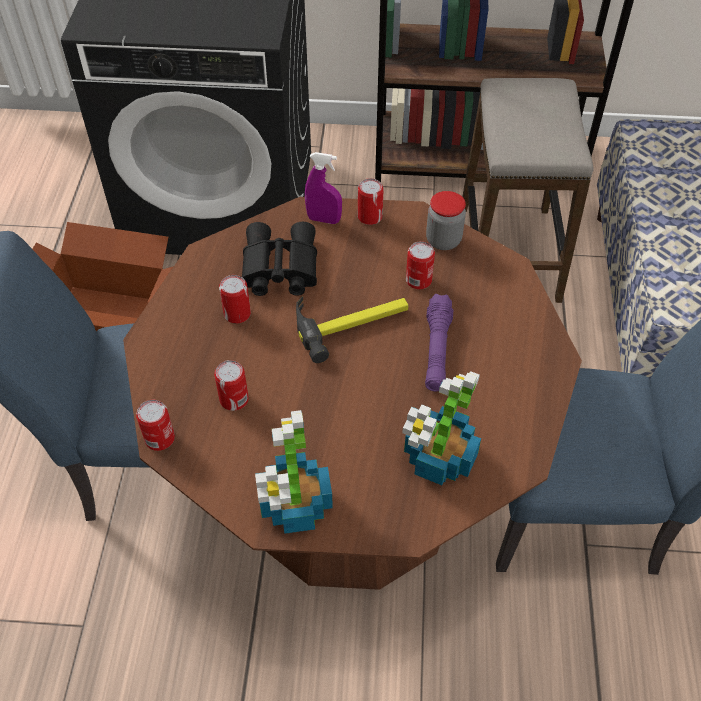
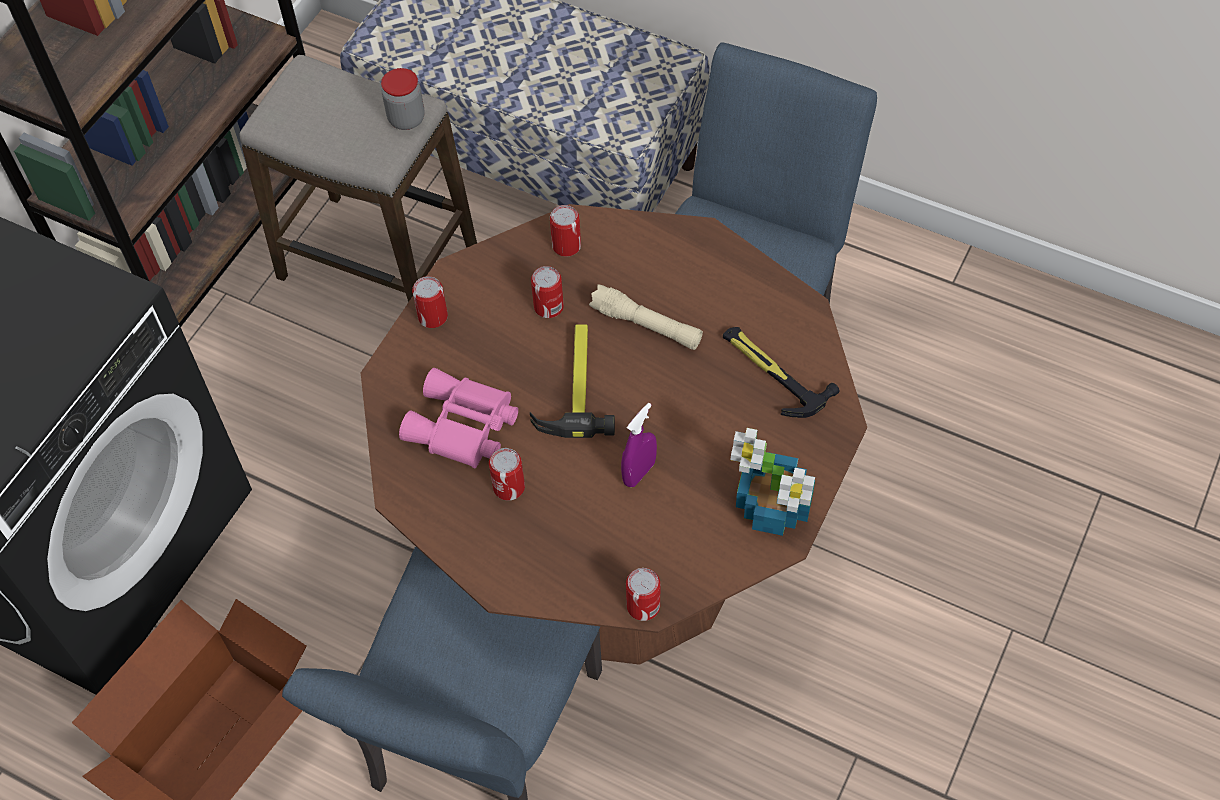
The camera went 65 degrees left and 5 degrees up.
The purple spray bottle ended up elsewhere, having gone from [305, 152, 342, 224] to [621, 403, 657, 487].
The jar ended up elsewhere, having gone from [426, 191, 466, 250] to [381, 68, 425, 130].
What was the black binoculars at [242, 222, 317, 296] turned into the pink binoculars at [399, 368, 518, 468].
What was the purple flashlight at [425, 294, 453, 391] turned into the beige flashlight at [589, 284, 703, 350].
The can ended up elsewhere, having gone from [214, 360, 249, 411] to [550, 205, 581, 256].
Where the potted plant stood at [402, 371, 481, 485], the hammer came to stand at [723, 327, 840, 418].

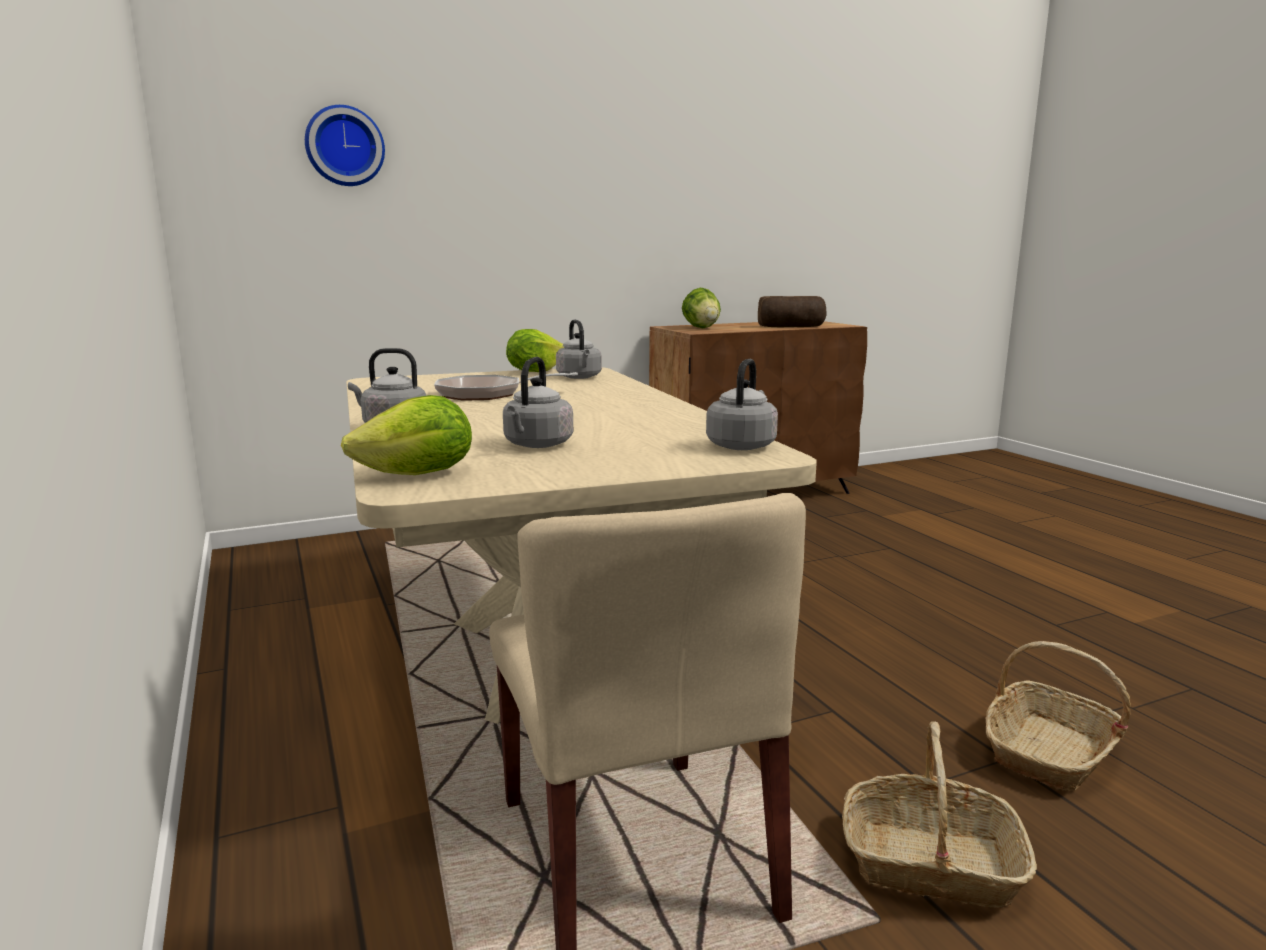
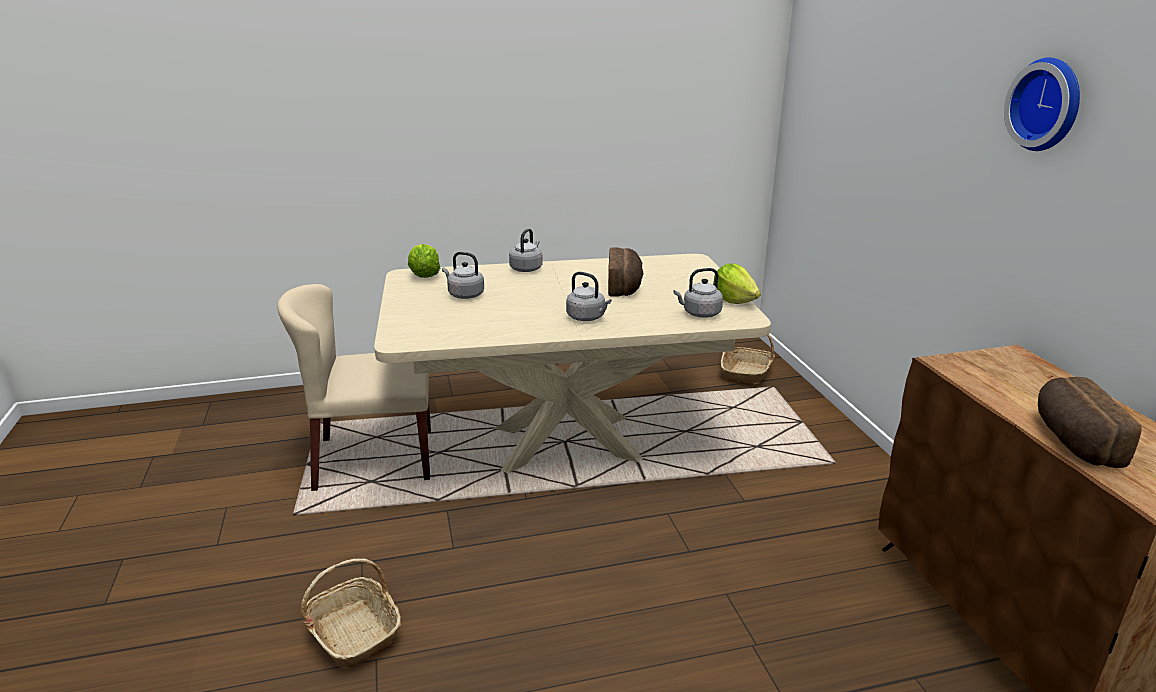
The camera went 100 degrees right and 10 degrees up.
The wall clock ended up elsewhere, having gone from [305, 105, 385, 186] to [1004, 57, 1080, 151].
The second view lost the lettuce at [682, 288, 721, 328].
The grey kettle ended up elsewhere, having gone from [706, 359, 778, 450] to [566, 272, 611, 321].
Where the frying pan stood at [434, 372, 578, 400], the bread came to stand at [608, 247, 643, 297].
The basket ended up elsewhere, having gone from [842, 721, 1037, 909] to [721, 335, 775, 386].

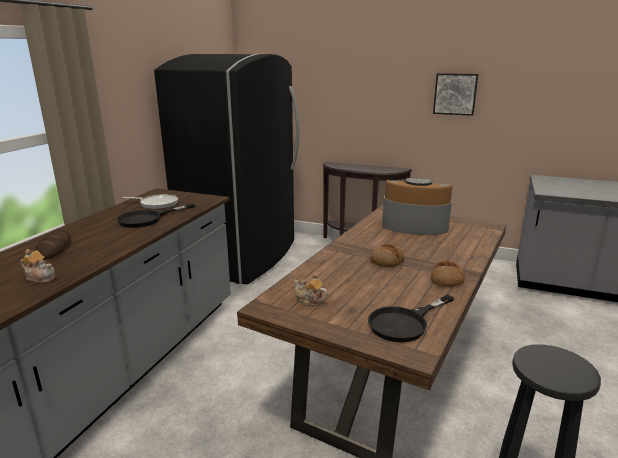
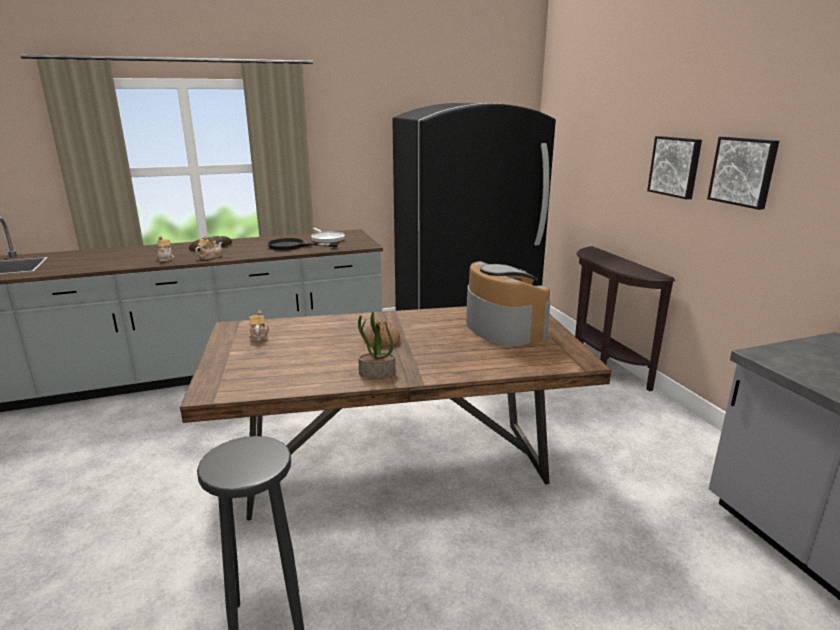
The camera went 50 degrees right and 0 degrees up.
Where the bread stood at [431, 261, 465, 287], the potted plant came to stand at [358, 312, 395, 379].
The second view lost the black frying pan at [368, 295, 454, 342].
The second view gained the picture at [647, 136, 702, 199].
The second view gained the teapot at [195, 236, 222, 259].

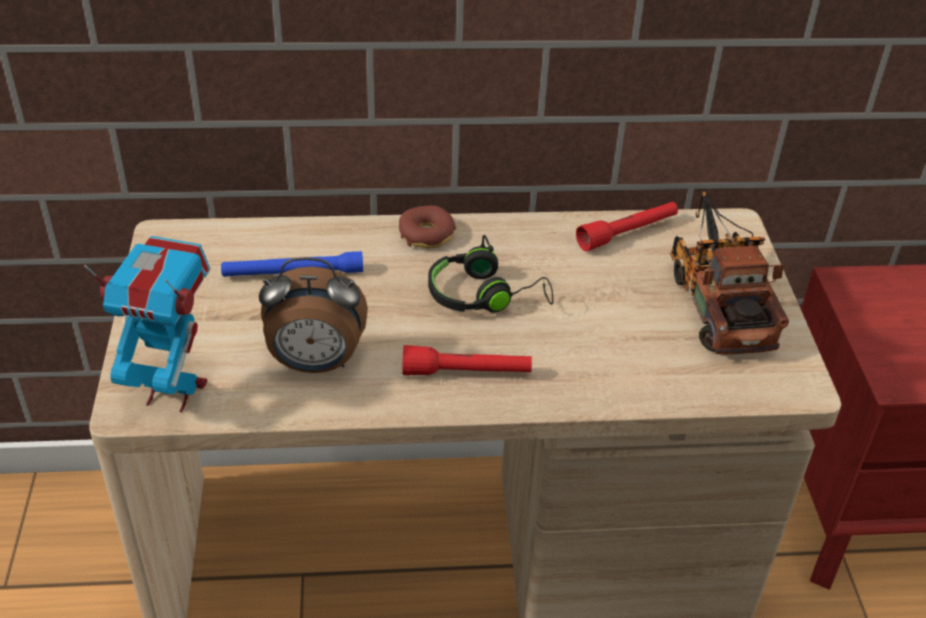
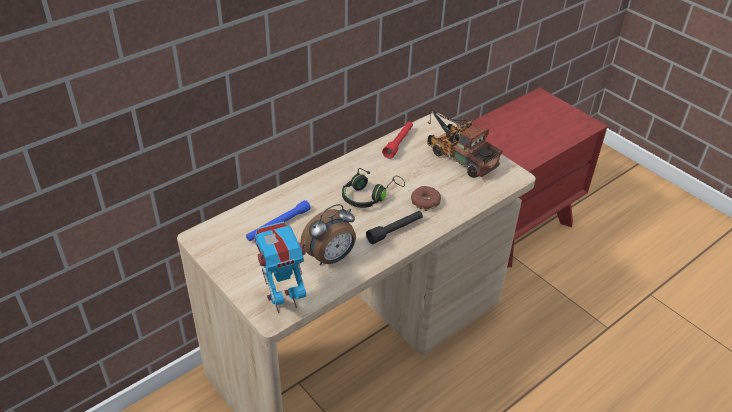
The camera went 35 degrees left and 0 degrees up.
The donut ended up elsewhere, having gone from [399, 205, 456, 248] to [411, 186, 441, 211].
What was the red flashlight at [402, 345, 532, 375] turned into the black flashlight at [366, 211, 423, 245].

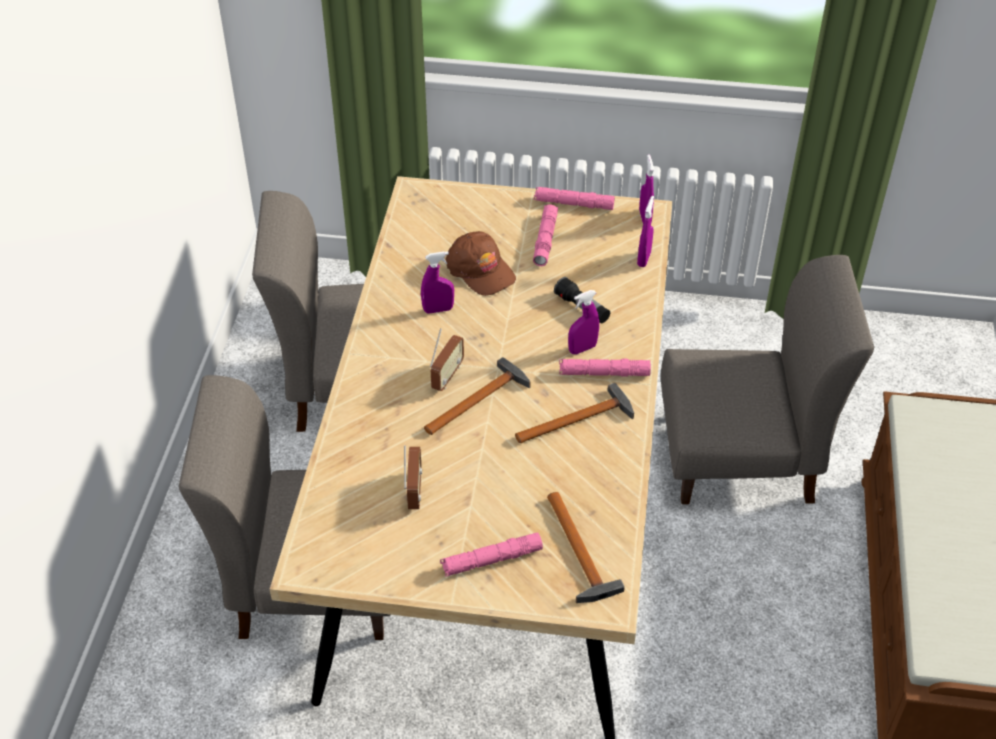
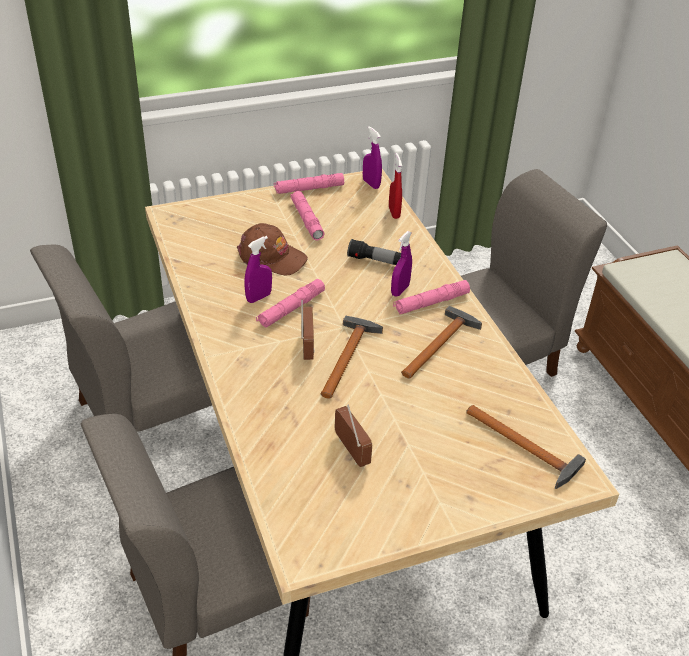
The camera went 30 degrees left and 5 degrees down.
What was the purple spray bottle at [637, 196, 654, 267] turned into the red spray bottle at [389, 153, 402, 219].
The pink flashlight ended up elsewhere, having gone from [440, 532, 543, 577] to [256, 279, 325, 327].

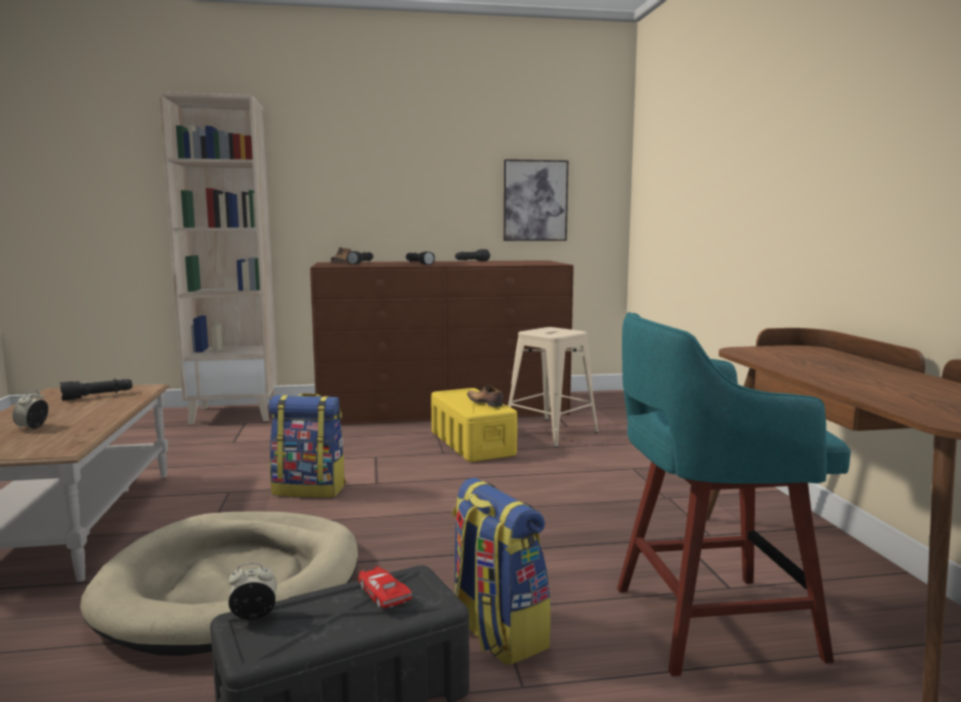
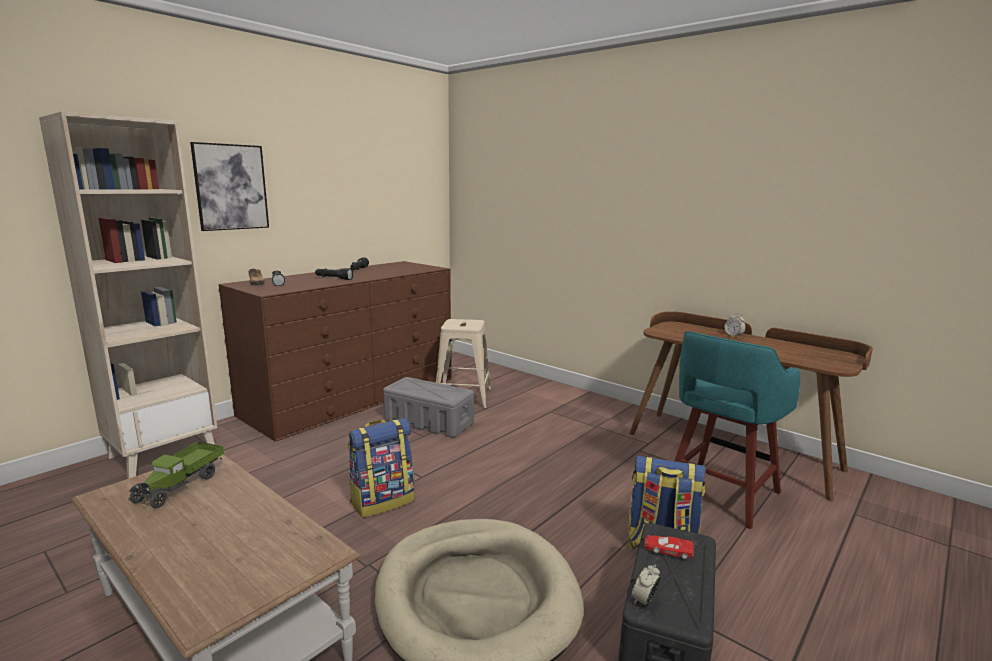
The camera went 40 degrees left and 5 degrees up.
The picture ended up elsewhere, having gone from [504, 159, 568, 241] to [190, 142, 269, 231].
Where the black flashlight stood at [60, 379, 132, 401], the toy truck came to stand at [128, 442, 224, 508].
The second view lost the shoe at [467, 385, 503, 407].
What was the yellow storage box at [431, 388, 517, 462] turned into the grey storage box at [383, 377, 474, 438].
The alarm clock ended up elsewhere, having gone from [13, 389, 48, 430] to [725, 313, 746, 338].

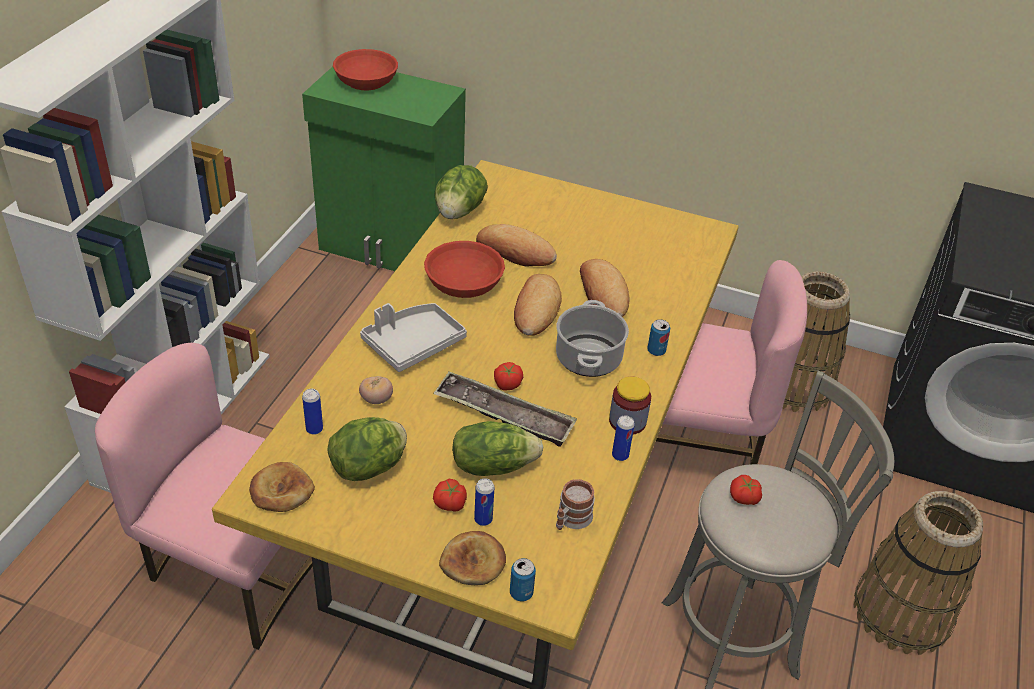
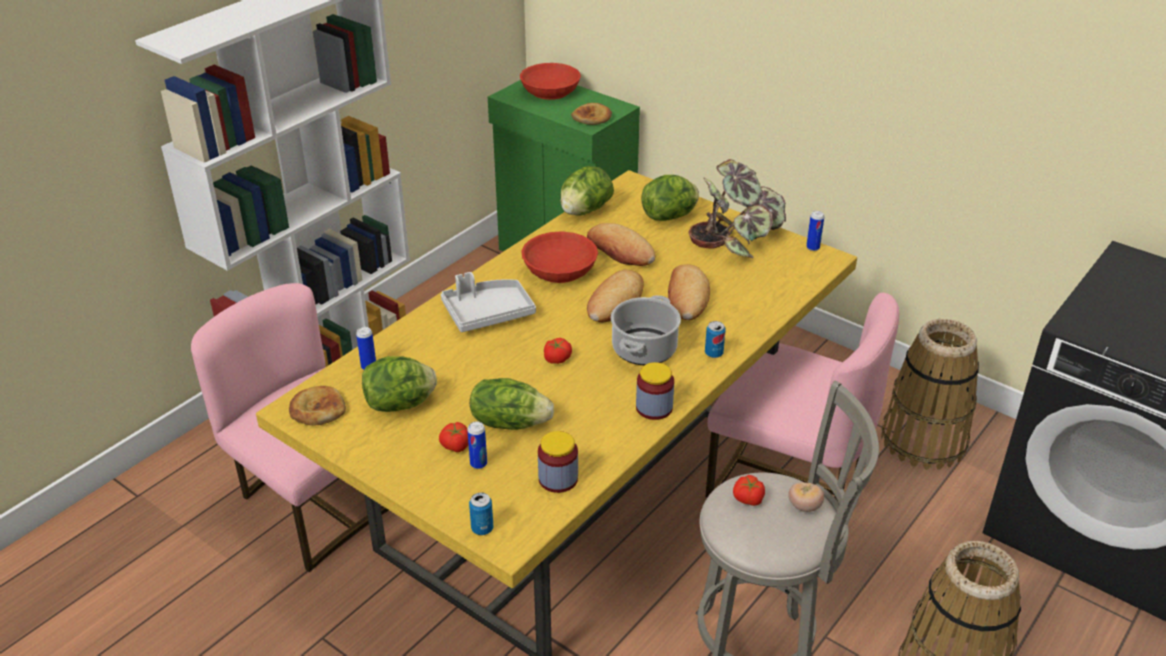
The camera went 20 degrees right and 5 degrees down.
The second view lost the tray at [433, 372, 577, 447].
The tomato ended up elsewhere, having gone from [359, 376, 393, 404] to [788, 482, 824, 512].
The can ended up elsewhere, having gone from [612, 415, 635, 461] to [806, 211, 824, 251].
Where the mug stood at [556, 479, 595, 530], the jar came to stand at [538, 431, 578, 493].
The bread ended up elsewhere, having gone from [439, 531, 506, 585] to [571, 103, 612, 125].
The second view gained the potted plant at [688, 159, 786, 258].
The second view gained the lettuce at [641, 175, 699, 221].

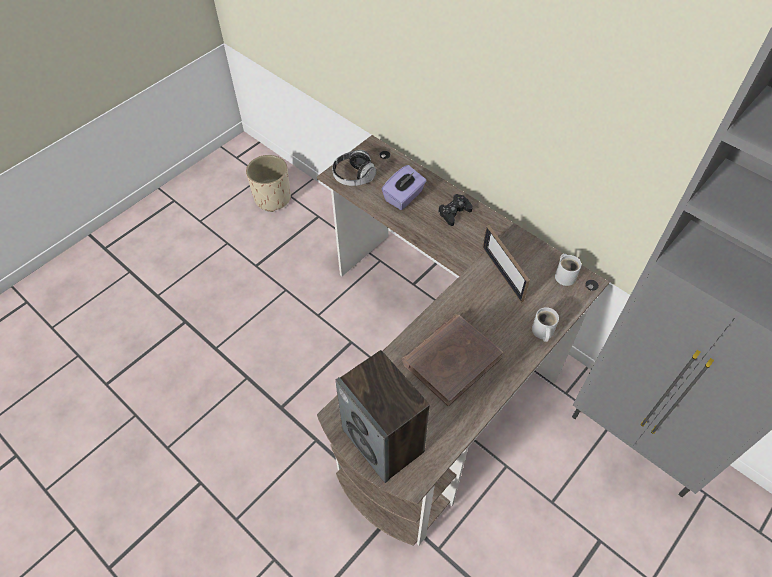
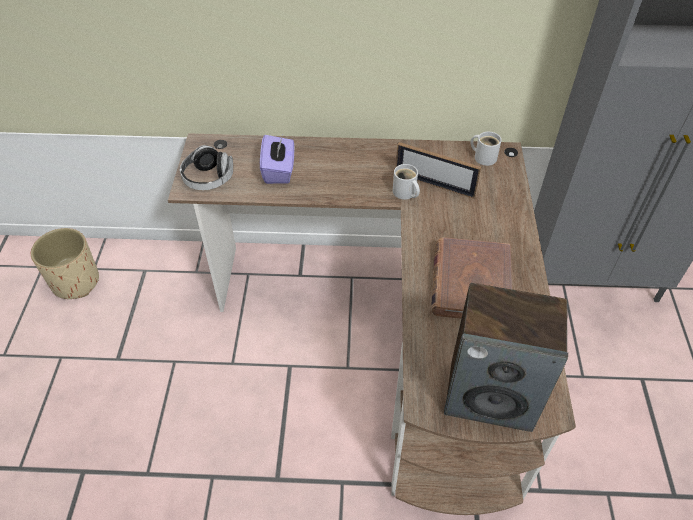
The camera went 40 degrees left and 5 degrees down.
The second view lost the black game controller at [438, 194, 473, 226].
The white mug ended up elsewhere, having gone from [532, 307, 559, 342] to [393, 164, 420, 200].

